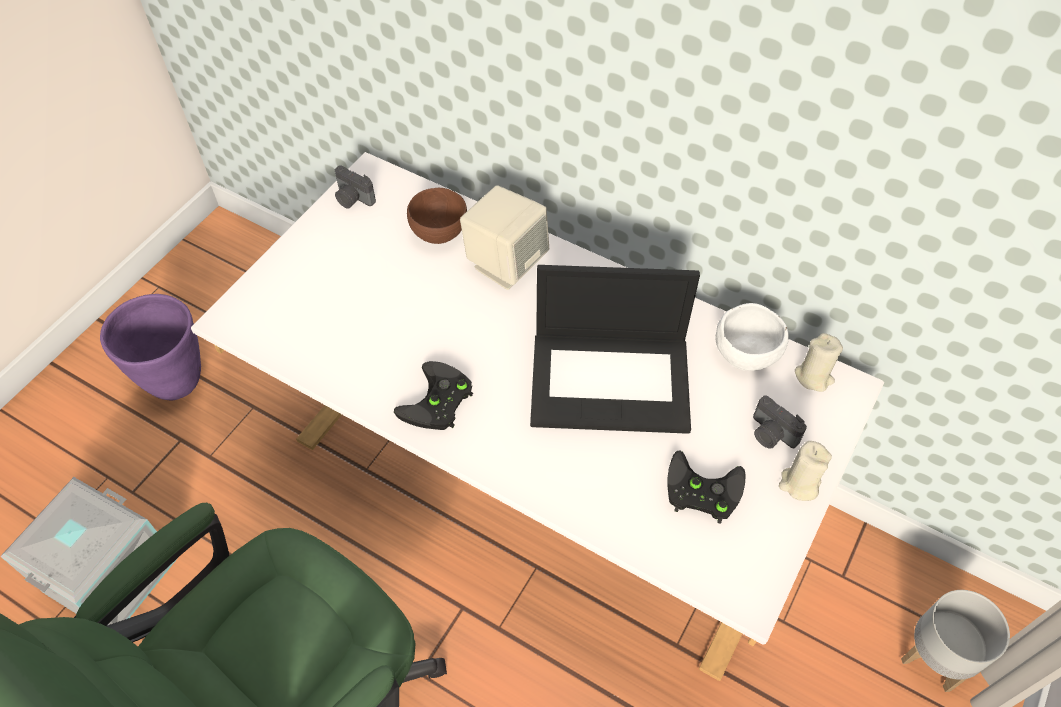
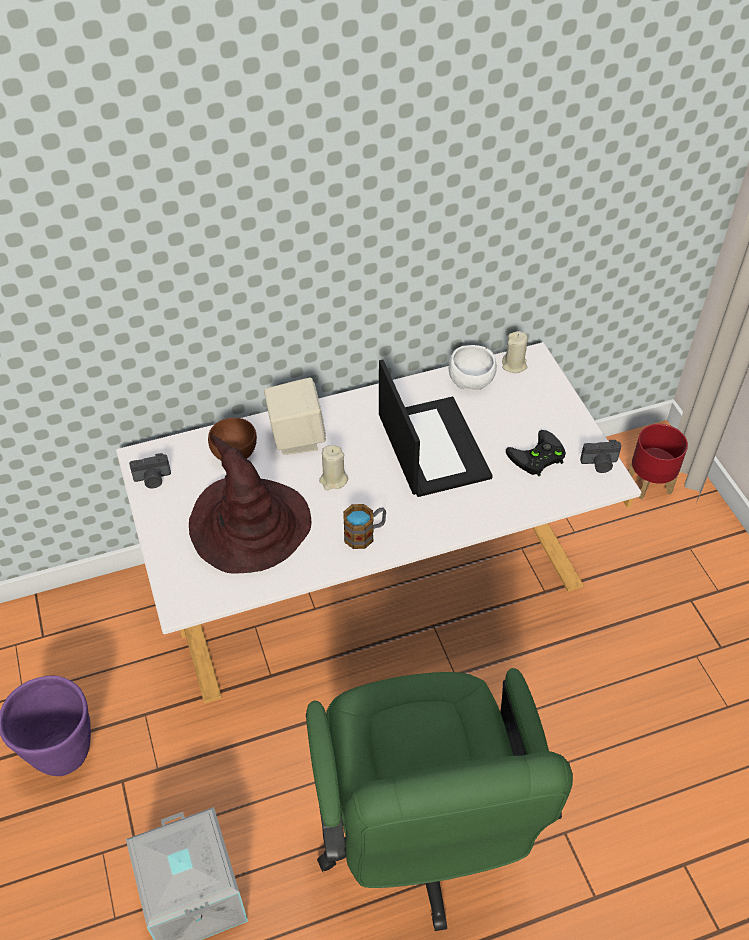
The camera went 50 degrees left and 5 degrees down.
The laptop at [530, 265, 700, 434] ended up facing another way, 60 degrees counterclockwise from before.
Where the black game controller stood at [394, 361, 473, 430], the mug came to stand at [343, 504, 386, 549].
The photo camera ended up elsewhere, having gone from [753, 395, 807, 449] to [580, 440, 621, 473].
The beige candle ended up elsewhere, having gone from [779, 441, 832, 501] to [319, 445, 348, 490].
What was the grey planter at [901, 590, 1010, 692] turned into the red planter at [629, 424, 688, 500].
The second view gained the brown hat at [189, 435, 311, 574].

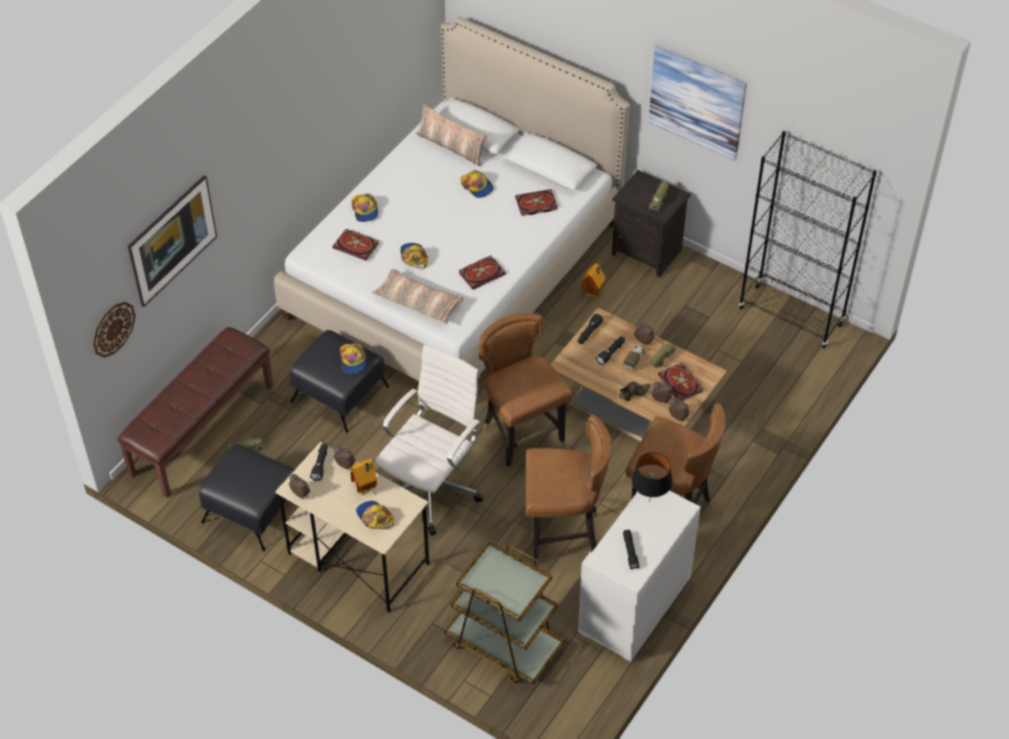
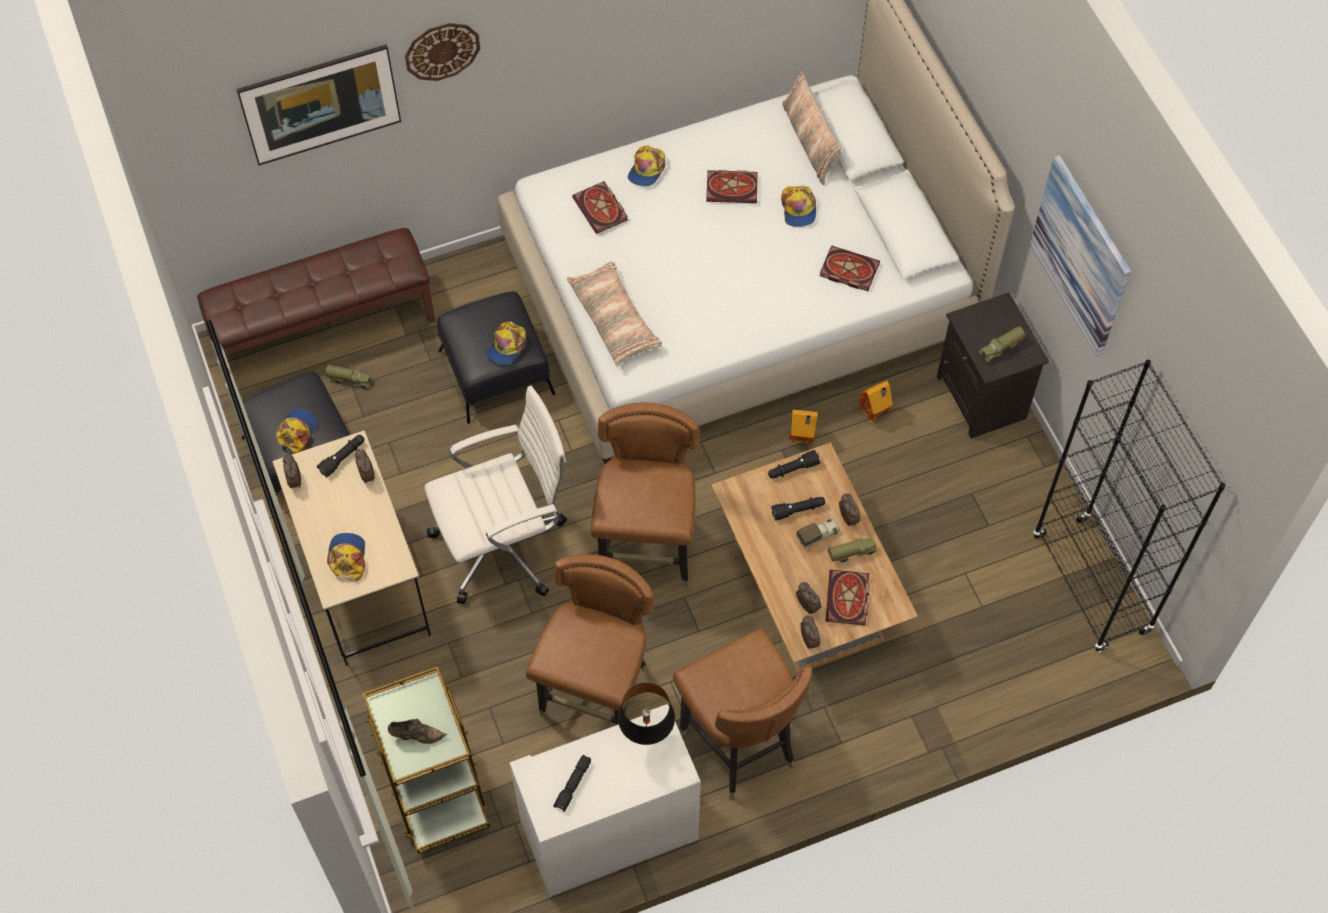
The camera went 35 degrees right and 10 degrees up.
The cap ended up elsewhere, having gone from [400, 243, 428, 268] to [276, 409, 318, 454].
The book ended up elsewhere, having gone from [459, 256, 506, 289] to [706, 170, 758, 203].
The wall clock ended up elsewhere, having gone from [93, 302, 136, 358] to [405, 23, 480, 81].
The brown shoe ended up elsewhere, having gone from [619, 382, 650, 401] to [388, 719, 447, 744].
The brown chair at [526, 415, 612, 565] ended up facing another way, 105 degrees counterclockwise from before.
The toy house ended up elsewhere, having gone from [349, 458, 377, 496] to [789, 410, 818, 444].

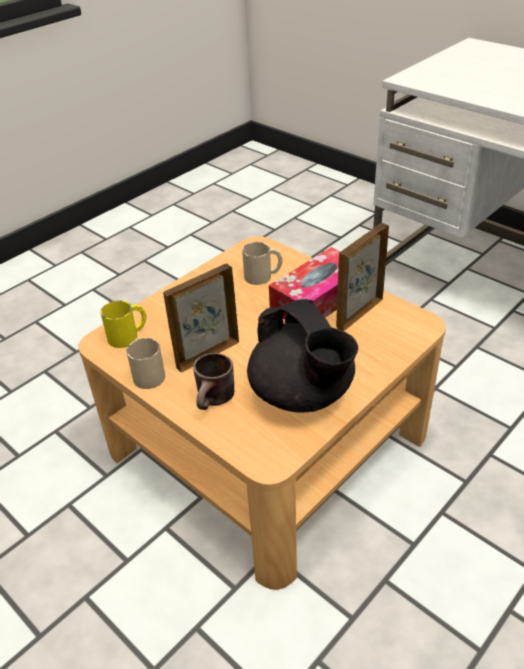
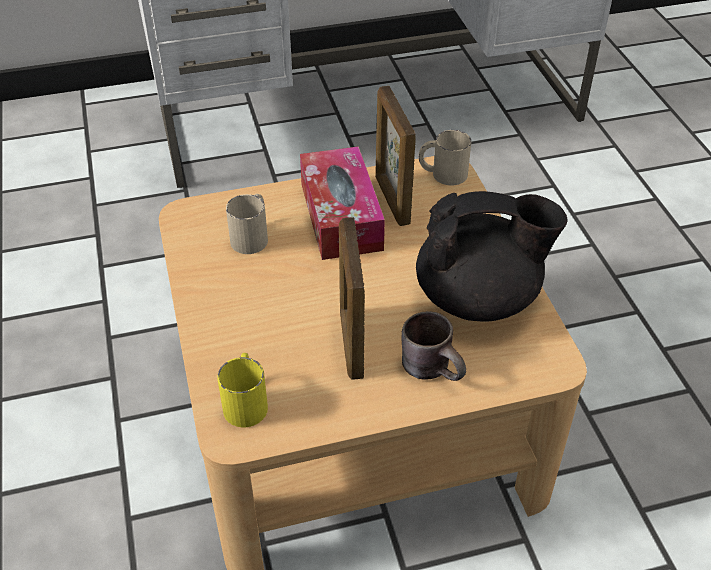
The camera went 60 degrees left and 5 degrees up.
The beige mug ended up elsewhere, having gone from [127, 338, 165, 389] to [419, 130, 471, 185].

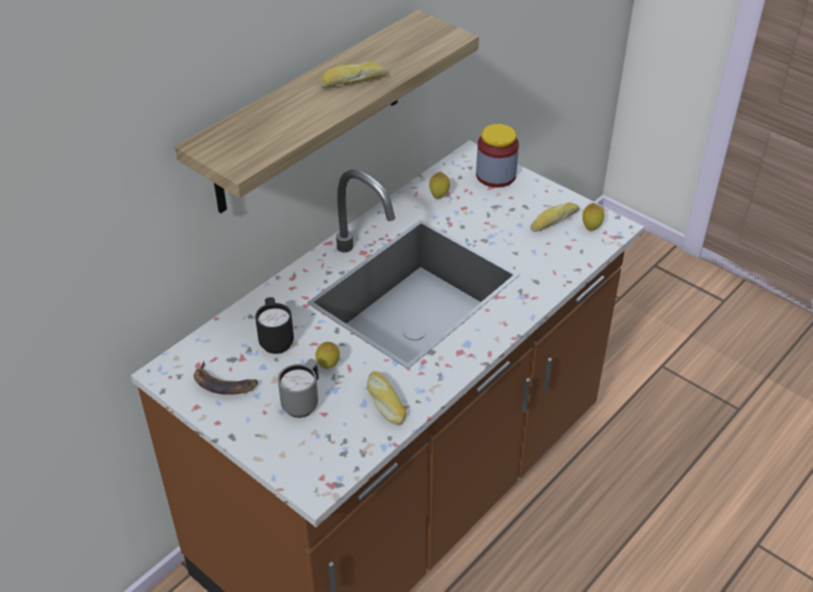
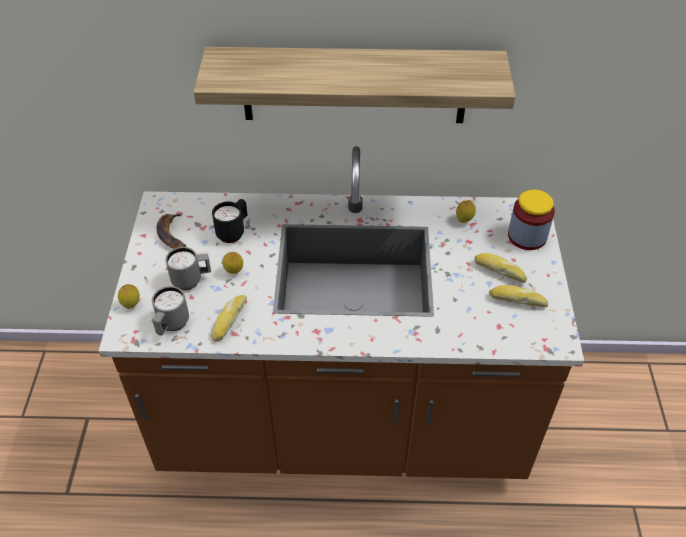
The camera went 50 degrees right and 5 degrees up.
The bread ended up elsewhere, having gone from [319, 62, 387, 88] to [474, 253, 527, 283].
The lemon ended up elsewhere, having gone from [582, 203, 604, 231] to [118, 284, 140, 309].
The second view gained the grey mug at [152, 286, 189, 336].

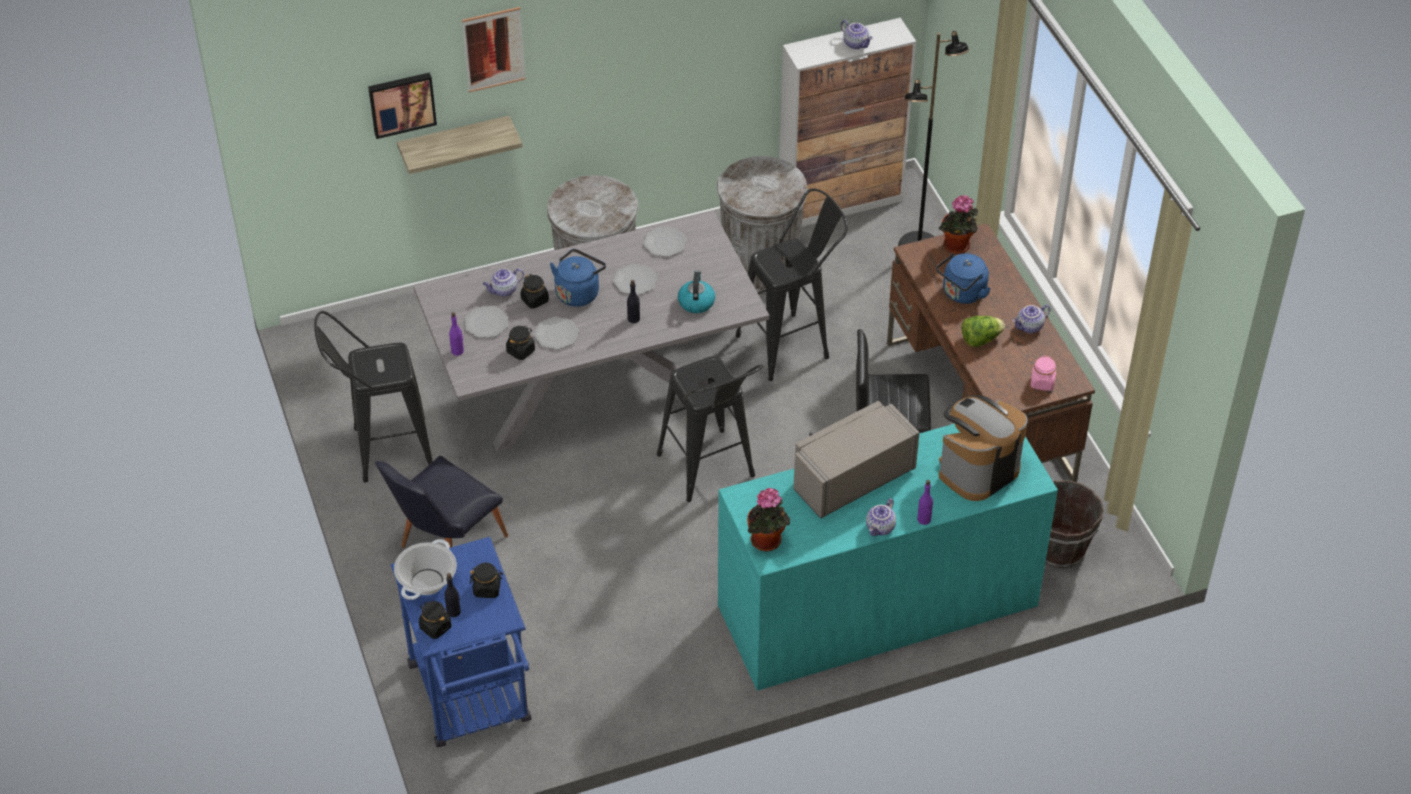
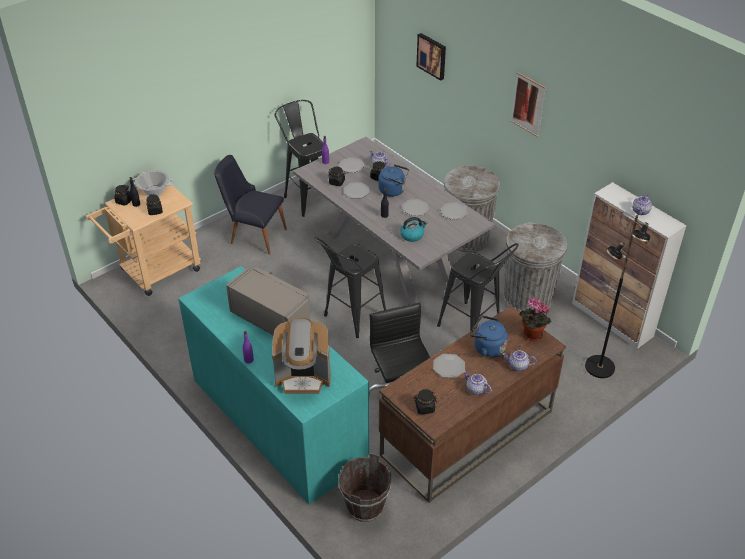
The camera went 70 degrees right and 5 degrees down.
The picture ended up elsewhere, having gone from [462, 7, 526, 92] to [511, 72, 546, 137].
The second view lost the shelf at [397, 116, 522, 174].
Where the lettuce stood at [962, 316, 1005, 347], the plate came to stand at [433, 354, 465, 378].
What was the pink jar at [1030, 355, 1056, 391] turned into the black jar at [414, 389, 437, 414].
The coffee machine at [939, 395, 1028, 501] ended up facing another way, 150 degrees clockwise from before.
The second view lost the potted plant at [747, 488, 790, 551].
The teapot ended up elsewhere, having gone from [866, 498, 896, 536] to [503, 350, 536, 371].
What was the blue cart at [391, 537, 531, 748] turned into the beige cart at [86, 183, 201, 296].

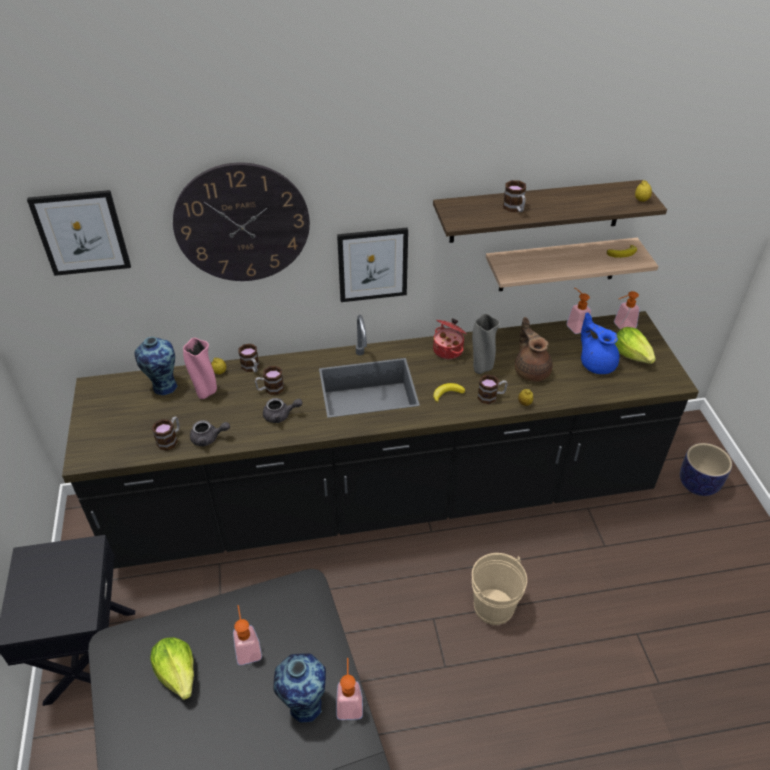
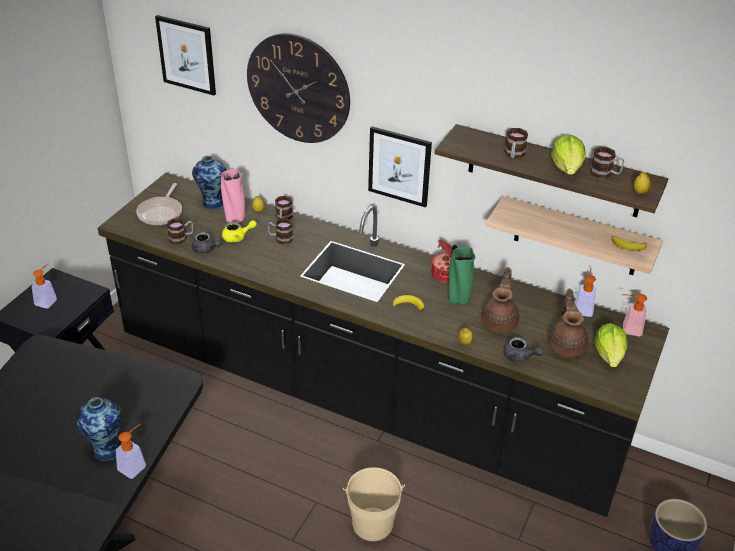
The camera went 35 degrees right and 5 degrees down.
What was the blue teapot at [581, 312, 619, 374] turned into the brown teapot at [549, 289, 588, 357].
What was the grey vase at [472, 314, 500, 374] turned into the green vase at [448, 247, 475, 305].
The mug ended up elsewhere, having gone from [478, 375, 507, 404] to [590, 147, 624, 179].
The grey teapot ended up elsewhere, having gone from [263, 398, 303, 423] to [503, 337, 544, 362].
The soap dispenser ended up elsewhere, having gone from [233, 605, 262, 665] to [32, 264, 57, 309].
The lettuce ended up elsewhere, having gone from [150, 637, 194, 700] to [551, 134, 586, 175].
The second view gained the frying pan at [136, 183, 182, 225].
The second view gained the yellow teapot at [222, 220, 257, 243].

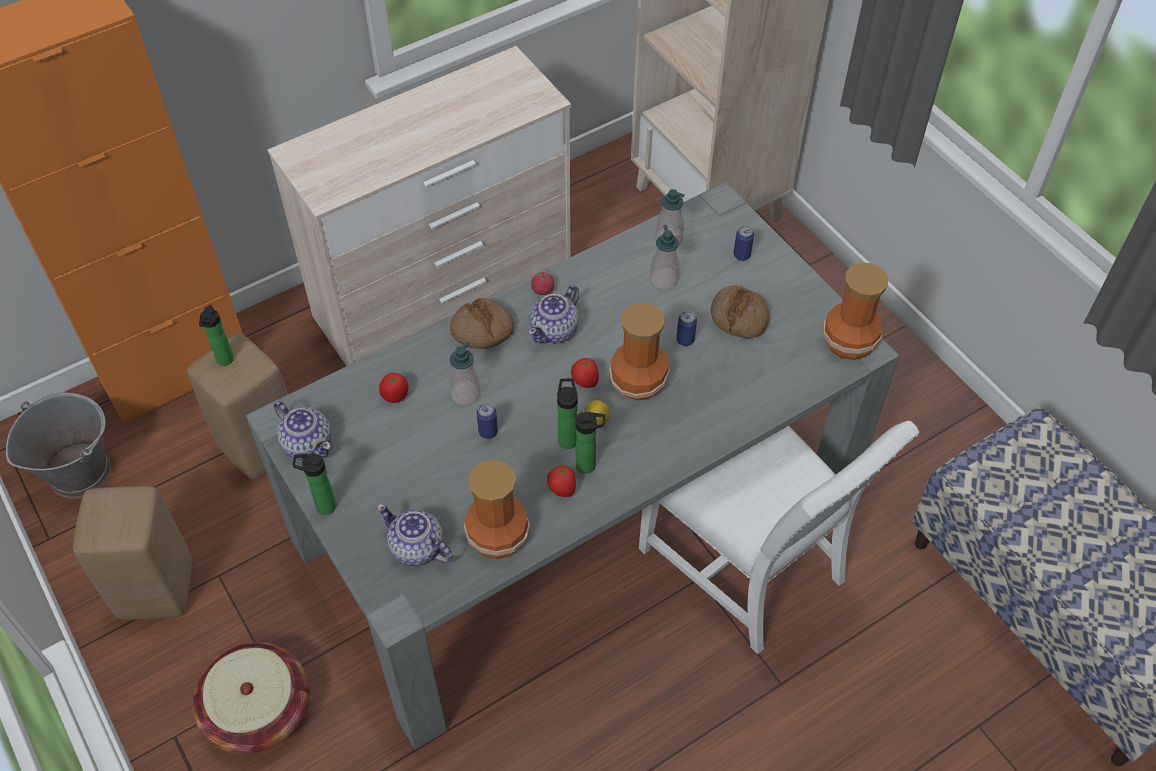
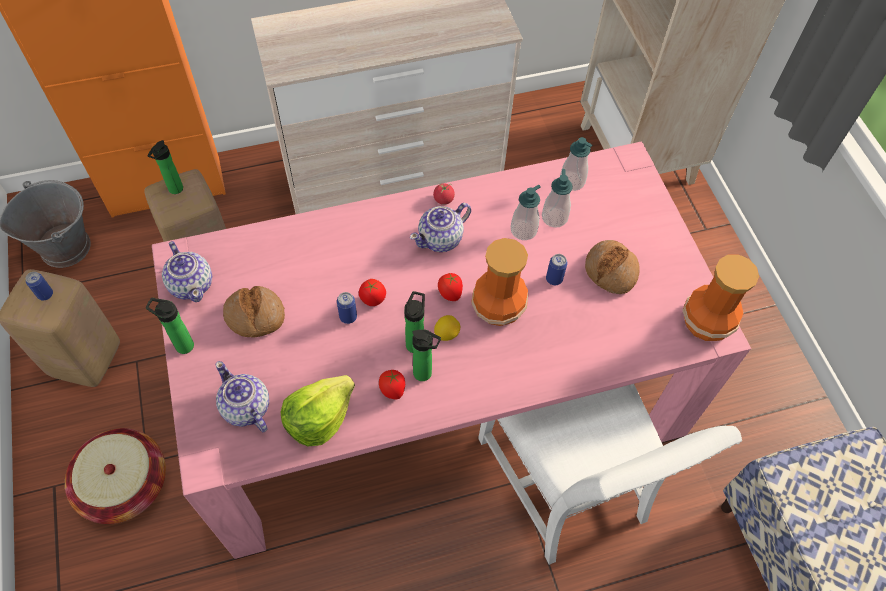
The camera went 15 degrees right and 5 degrees up.
What was the grey dining table at [246, 182, 899, 750] turned into the pink dining table at [152, 142, 751, 559].
The can ended up elsewhere, having gone from [733, 225, 754, 261] to [25, 272, 53, 300].
The bread ended up elsewhere, having gone from [450, 298, 514, 349] to [223, 286, 285, 338].
The soap dispenser ended up elsewhere, having gone from [449, 341, 481, 405] to [511, 184, 541, 240].
The tomato ended up elsewhere, having gone from [379, 373, 409, 403] to [359, 279, 386, 306].
Where the vase stood at [464, 459, 530, 559], the lettuce came to stand at [281, 375, 355, 447].

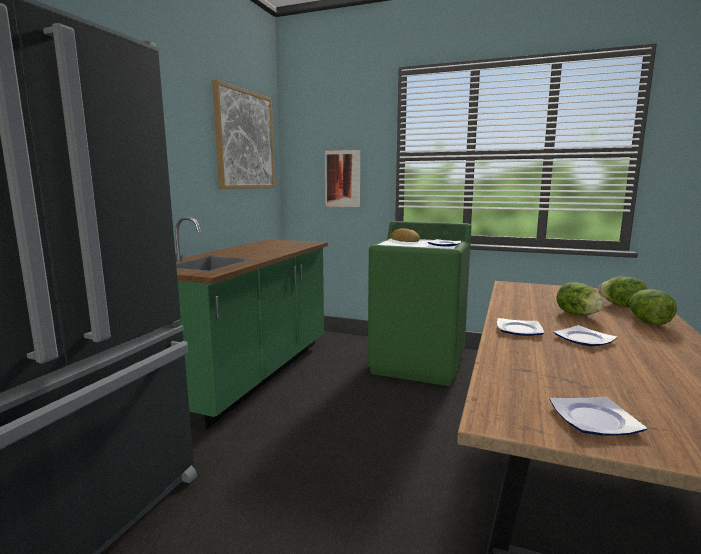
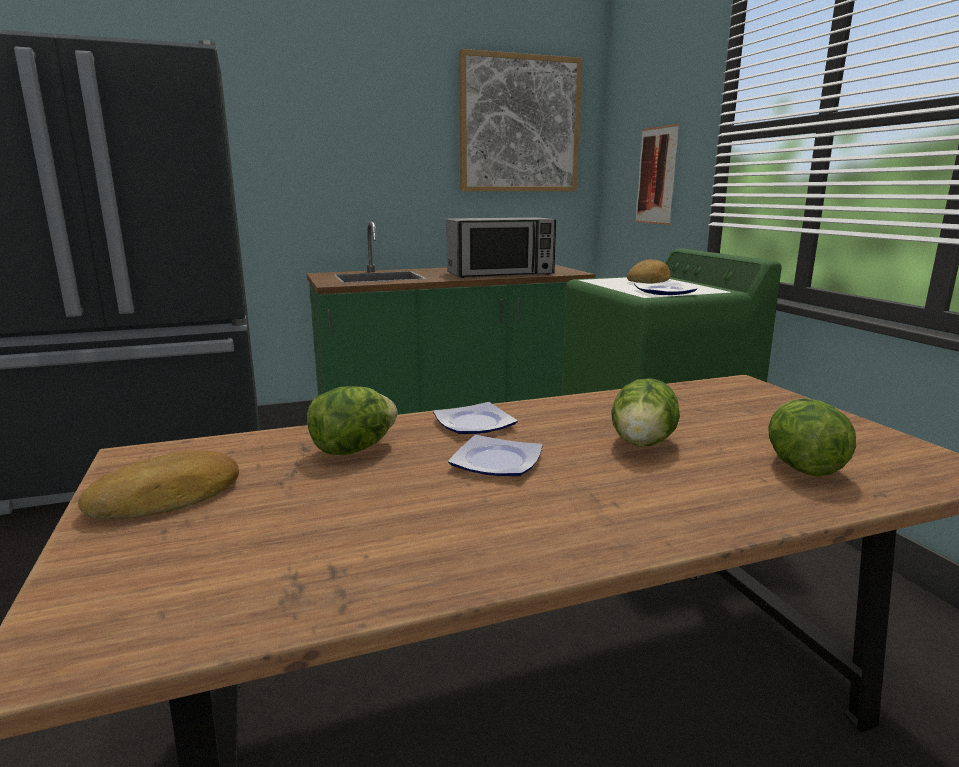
The camera went 50 degrees right and 5 degrees up.
The lettuce ended up elsewhere, having gone from [630, 289, 677, 325] to [307, 386, 397, 455].
Where the plate stood at [549, 397, 647, 436], the bread came to stand at [78, 451, 239, 520].
The second view gained the microwave at [446, 217, 556, 278].

